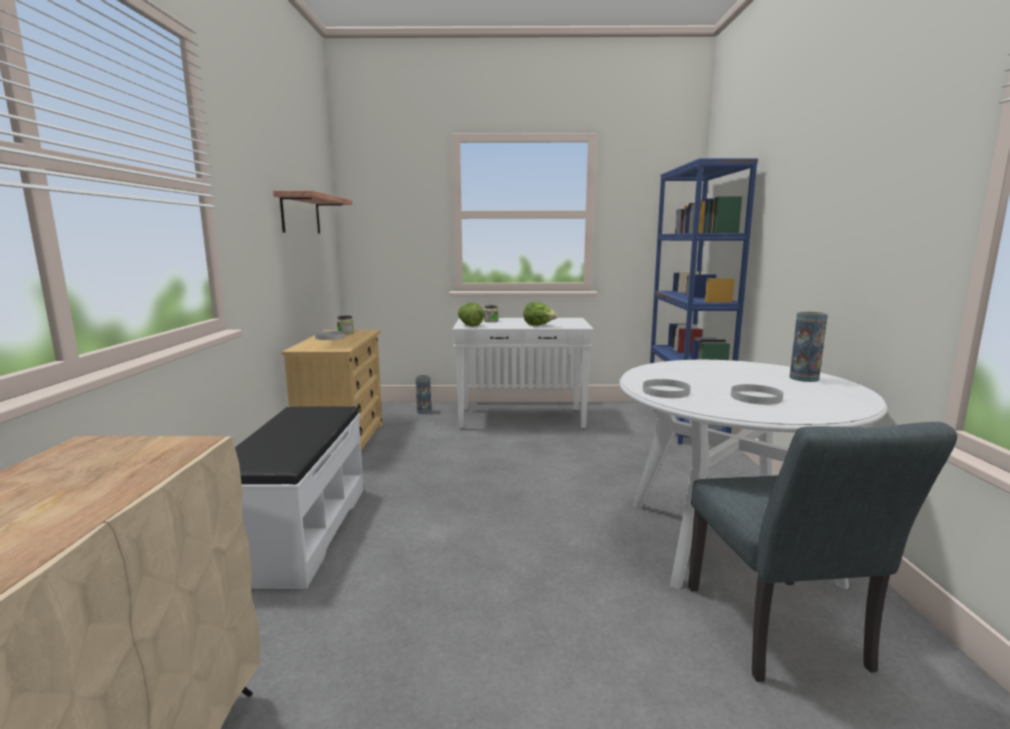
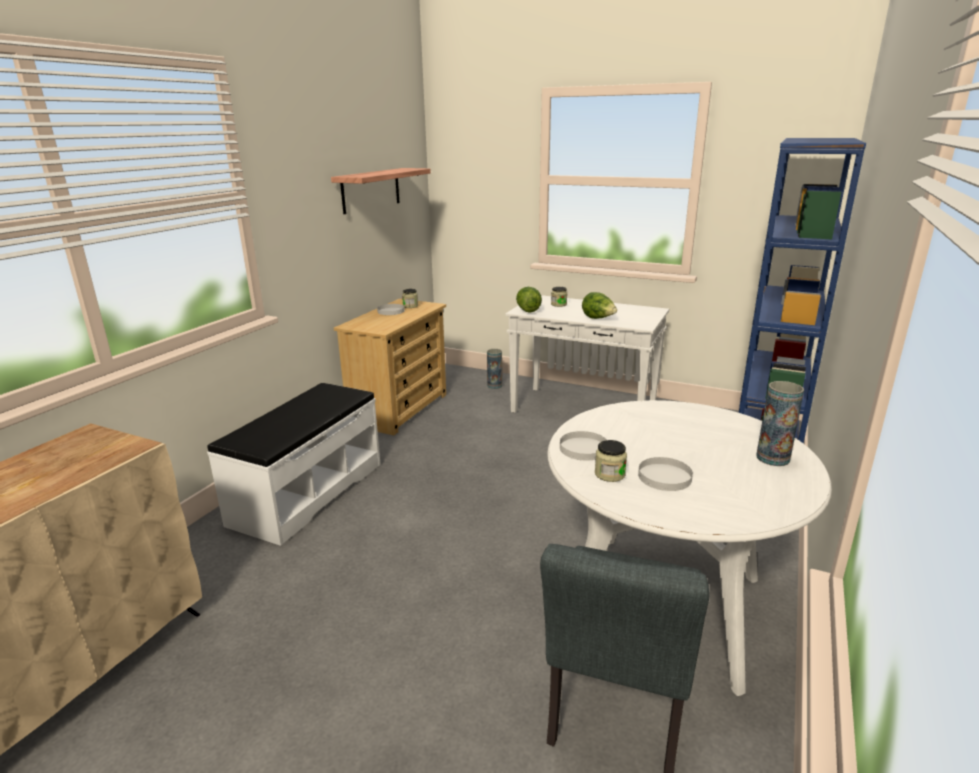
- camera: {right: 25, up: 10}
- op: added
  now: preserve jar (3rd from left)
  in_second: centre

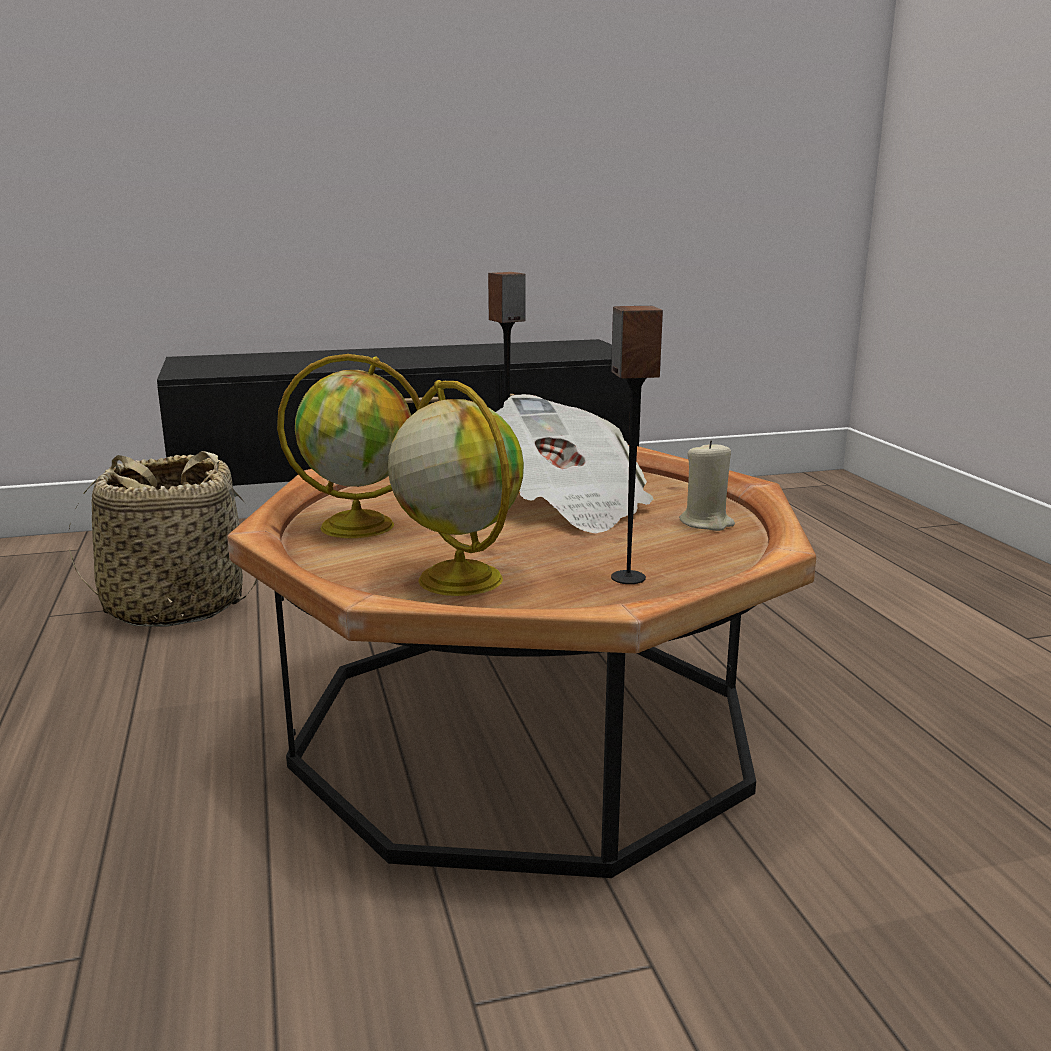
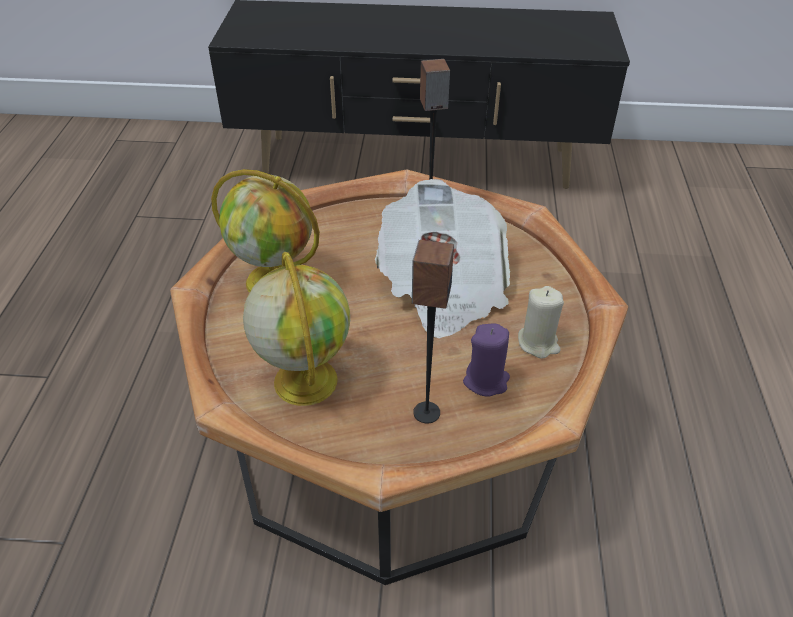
- camera: {right: 20, up: 25}
- op: removed
  was: household basket
  in_first: middle left
- op: added
  now: wax candle in purple
  in_second: centre

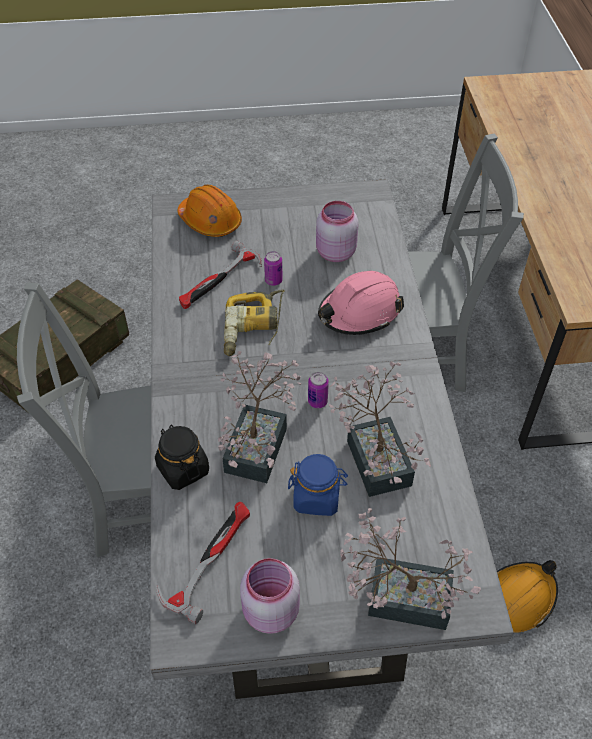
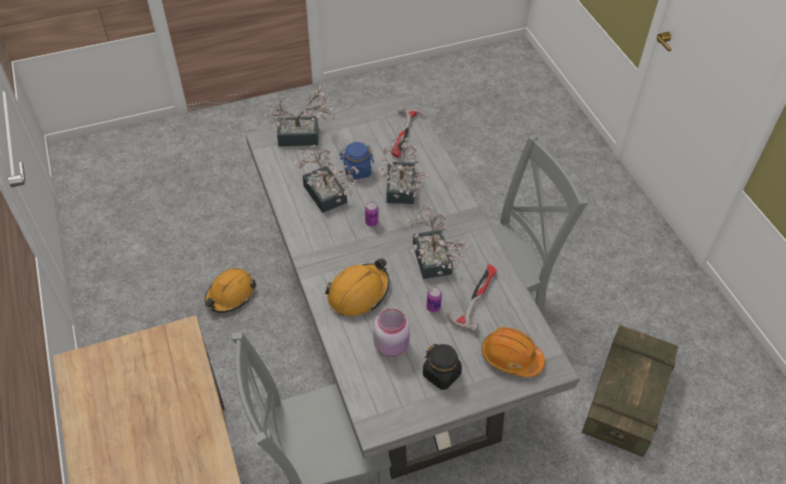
- camera: {right: 165, up: 0}
- op: recoloured
  was: safety helmet in pink-coloured
  now: safety helmet in orangey (2nd from left)
  in_first: centre
  in_second: centre
- op: replaced
  was: drill
  now: plant in a pot (4th from left)
  in_first: centre
  in_second: centre
- op: moved
  was: preserve jar in black-coloured
  in_first: middle left
  in_second: bottom centre
- op: removed
  was: preserve jar in pink-coloured (1st from left)
  in_first: bottom centre

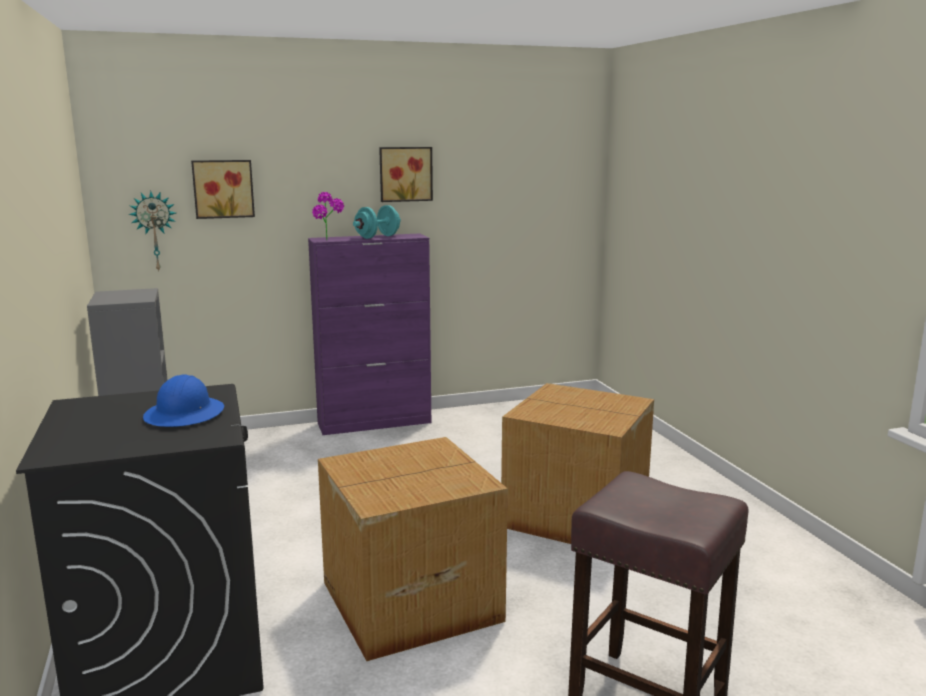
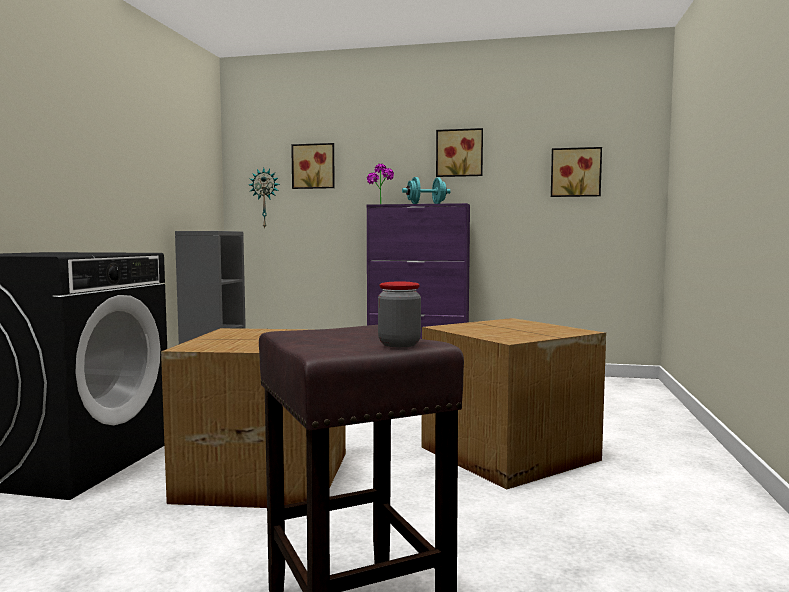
- camera: {right: 30, up: -10}
- op: removed
  was: safety helmet in blue-coloured
  in_first: middle left
- op: added
  now: wall picture (3rd from left)
  in_second: top right
- op: added
  now: preserve jar
  in_second: centre

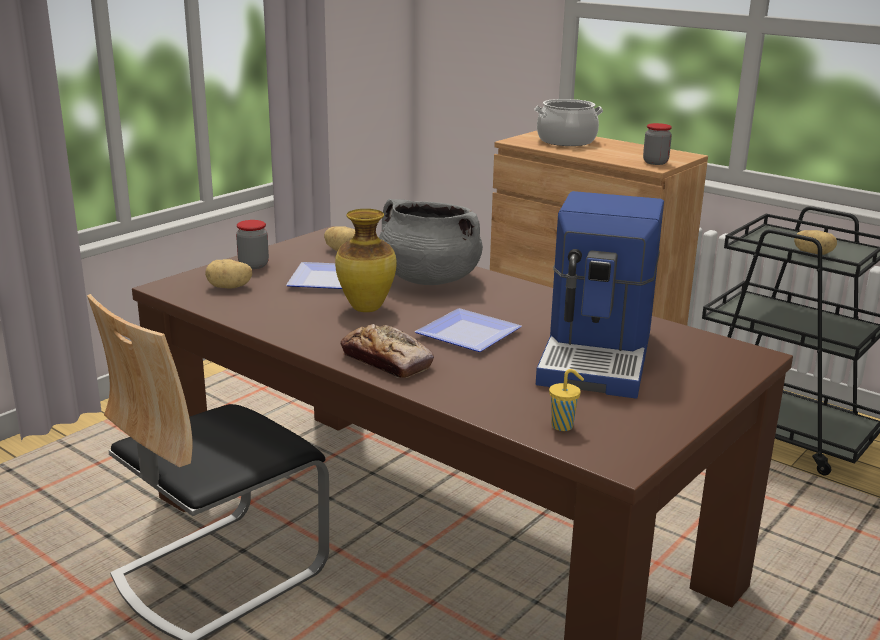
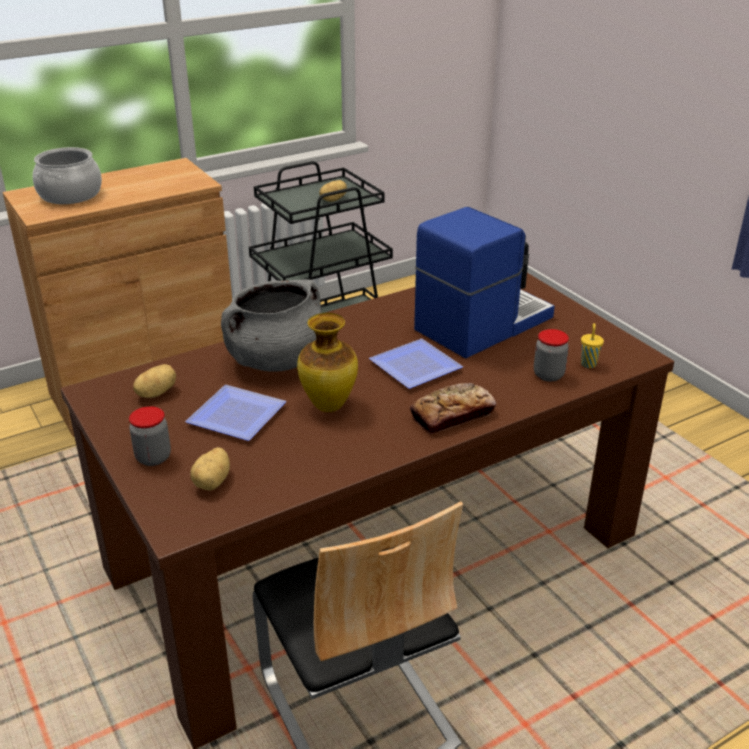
- camera: {right: -70, up: 10}
- op: moved
  was: preserve jar (2nd from left)
  in_first: top right
  in_second: middle right
- op: turned
  was: coffee maker
  in_first: middle right
  in_second: centre
  clockwise: -75

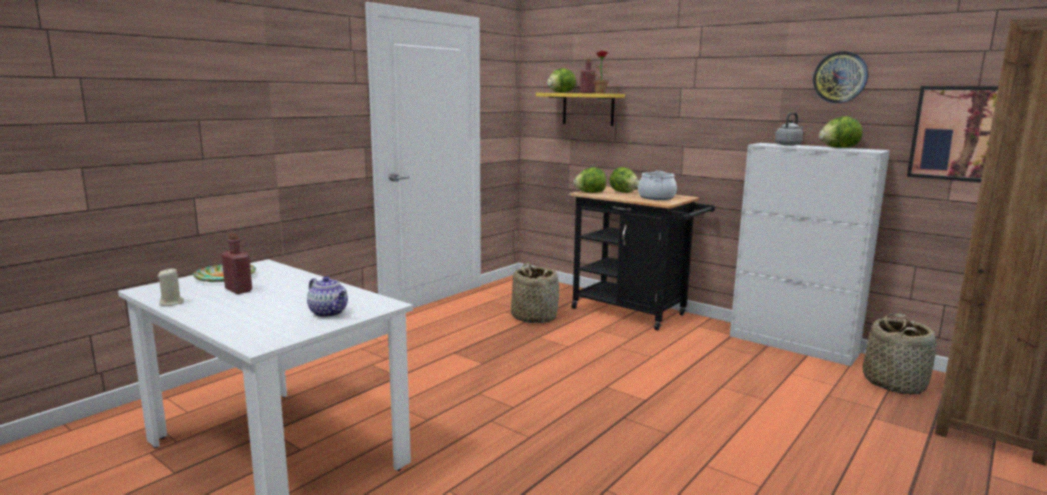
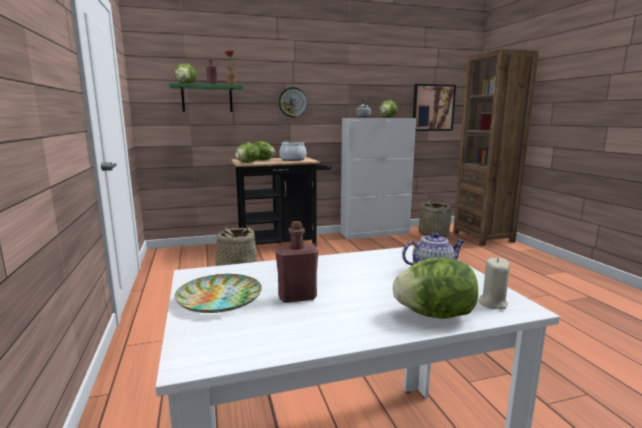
- camera: {right: -55, up: 0}
- op: moved
  was: hanging clock
  in_first: top right
  in_second: top centre
- op: recoloured
  was: bracket shelf in yellow-coloured
  now: bracket shelf in green-coloured
  in_first: top centre
  in_second: top left
- op: moved
  was: wax candle in sand-coloured
  in_first: middle left
  in_second: middle right
- op: added
  now: lettuce head (5th from left)
  in_second: bottom right

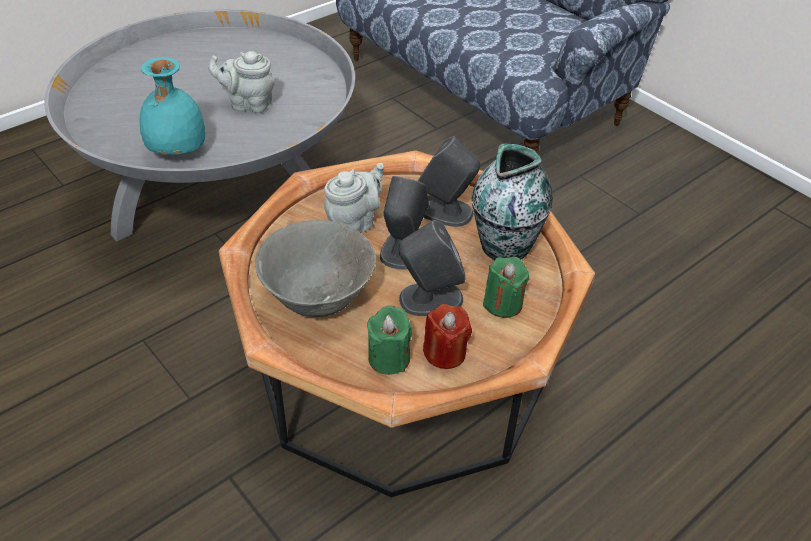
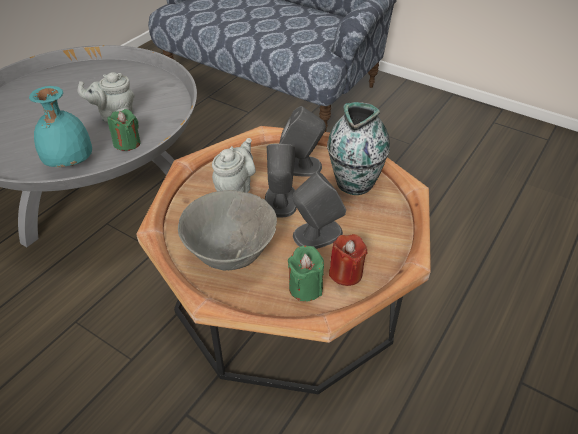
- camera: {right: -15, up: 0}
- op: moved
  was: wax candle in green-coloured (2nd from left in the first image)
  now: wax candle in green-coloured (1st from left)
  in_first: centre
  in_second: top left

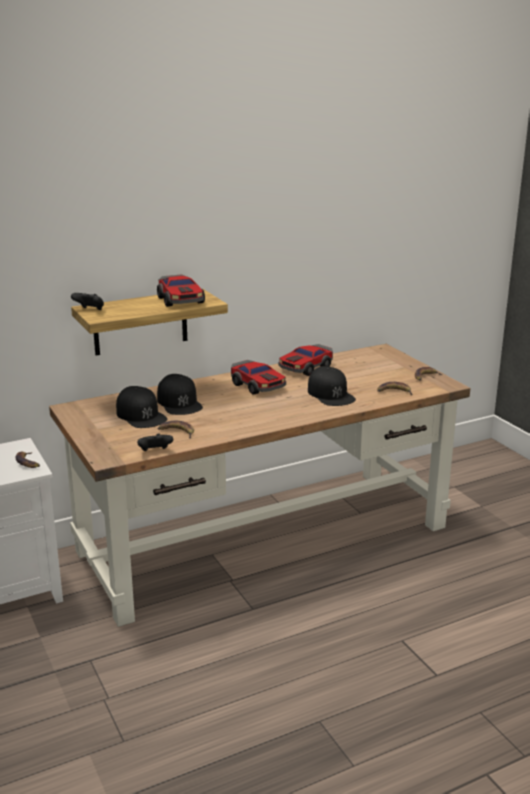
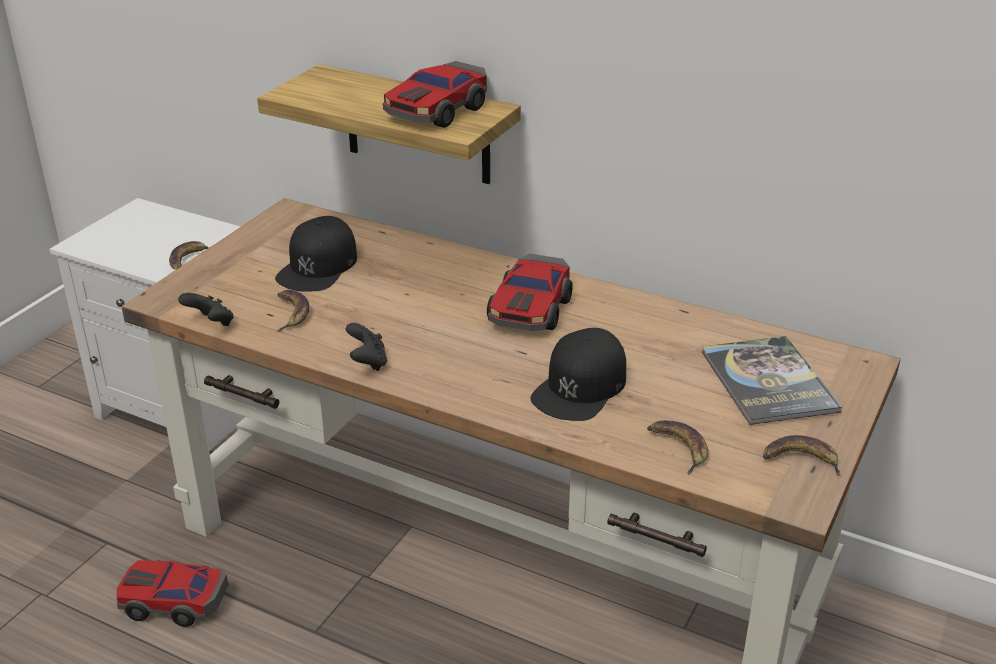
- camera: {right: 55, up: 10}
- op: moved
  was: joypad in black-coloured (1st from left in the first image)
  now: joypad in black-coloured (2nd from left)
  in_first: middle left
  in_second: centre
- op: moved
  was: model car (3rd from left in the first image)
  now: model car (1st from left)
  in_first: centre
  in_second: bottom left
- op: removed
  was: peaked cap in black-coloured (2nd from left)
  in_first: centre
- op: added
  now: volume
  in_second: middle right

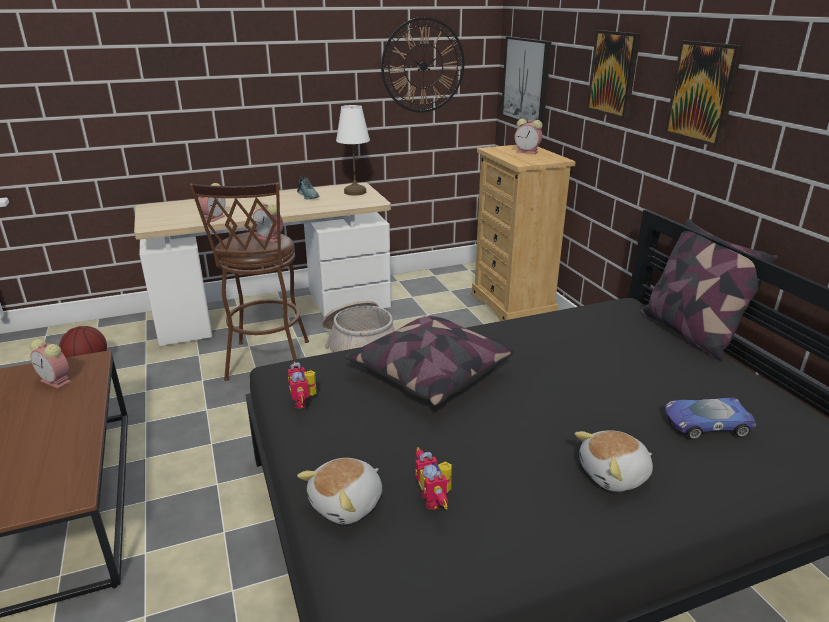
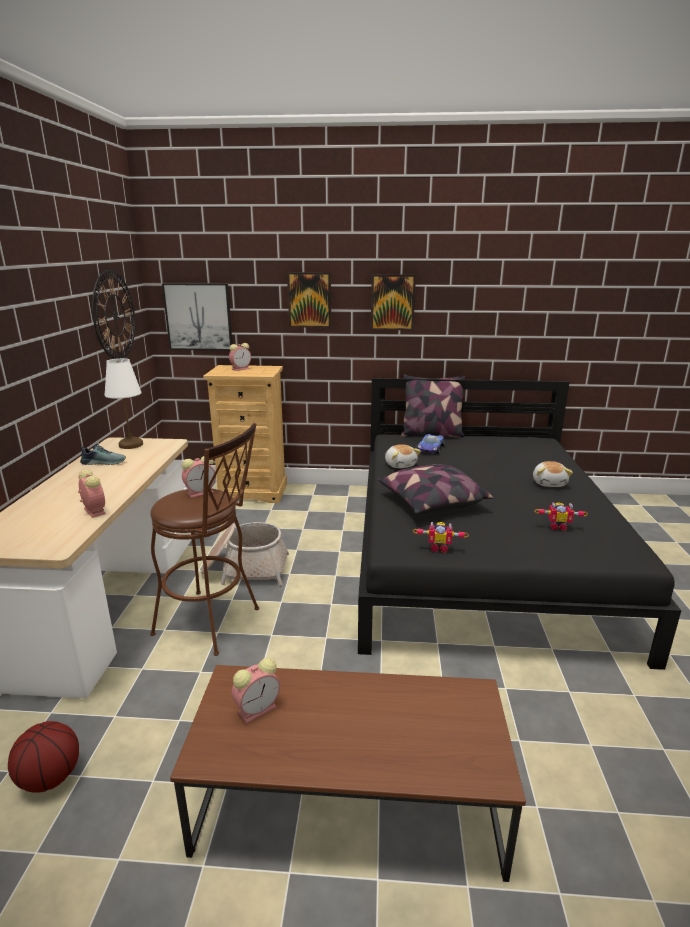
- camera: {right: -65, up: -5}
- op: moved
  was: model car
  in_first: bottom right
  in_second: centre
- op: moved
  was: plush toy (1st from left)
  in_first: bottom centre
  in_second: centre

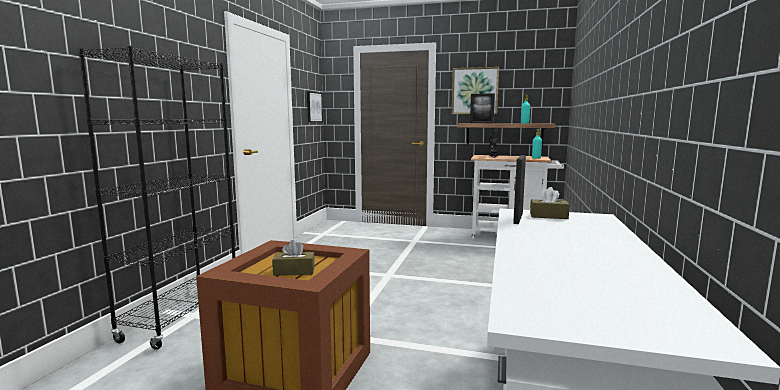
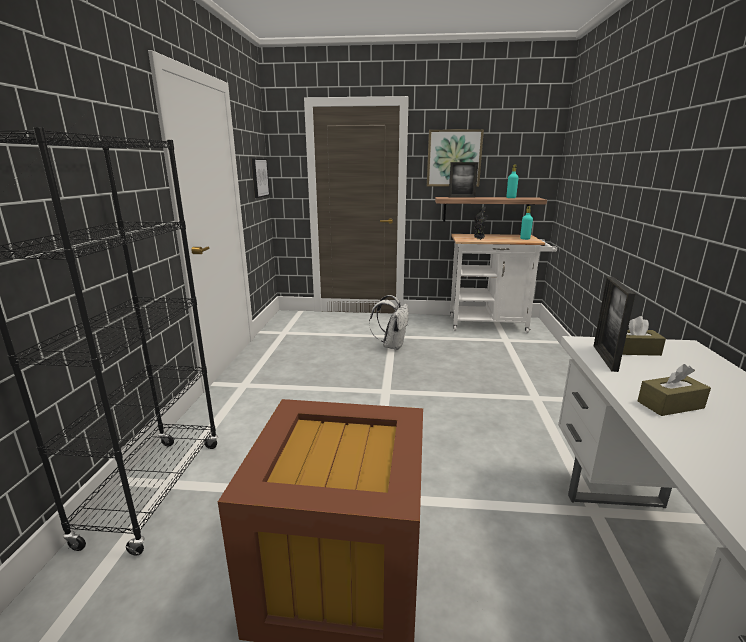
- camera: {right: -10, up: 10}
- op: moved
  was: tissue holder in brown (1st from left in the first image)
  now: tissue holder in brown (2nd from left)
  in_first: centre
  in_second: middle right
- op: added
  now: rucksack in whitish
  in_second: centre

